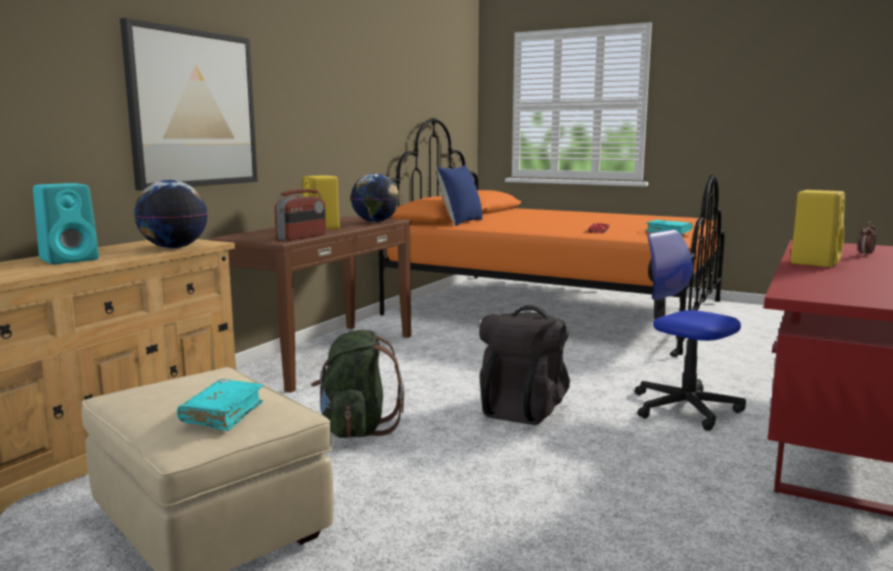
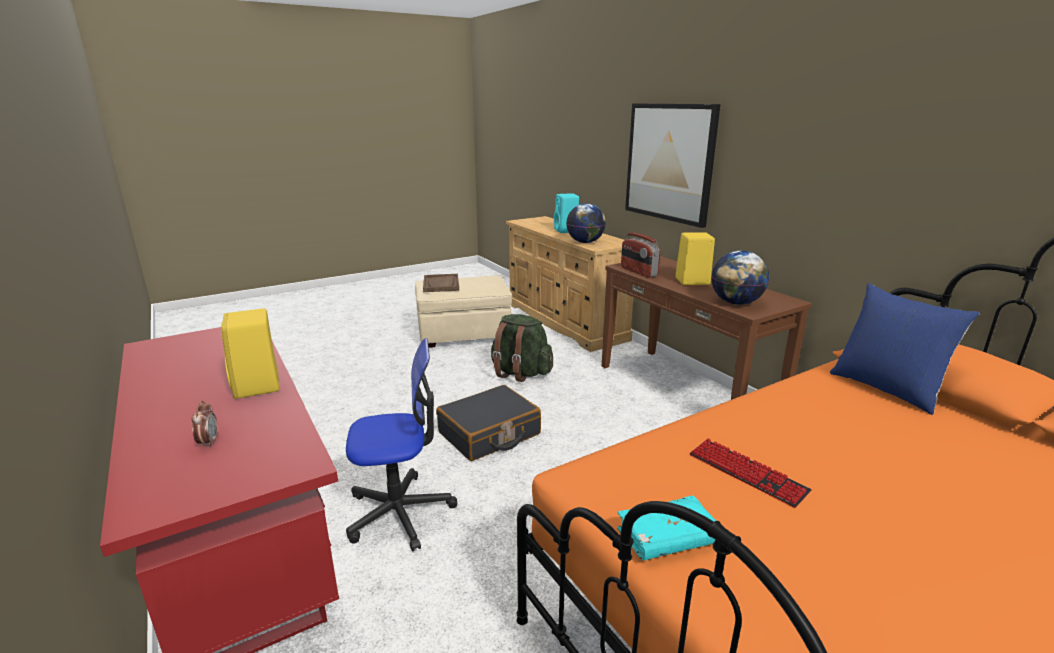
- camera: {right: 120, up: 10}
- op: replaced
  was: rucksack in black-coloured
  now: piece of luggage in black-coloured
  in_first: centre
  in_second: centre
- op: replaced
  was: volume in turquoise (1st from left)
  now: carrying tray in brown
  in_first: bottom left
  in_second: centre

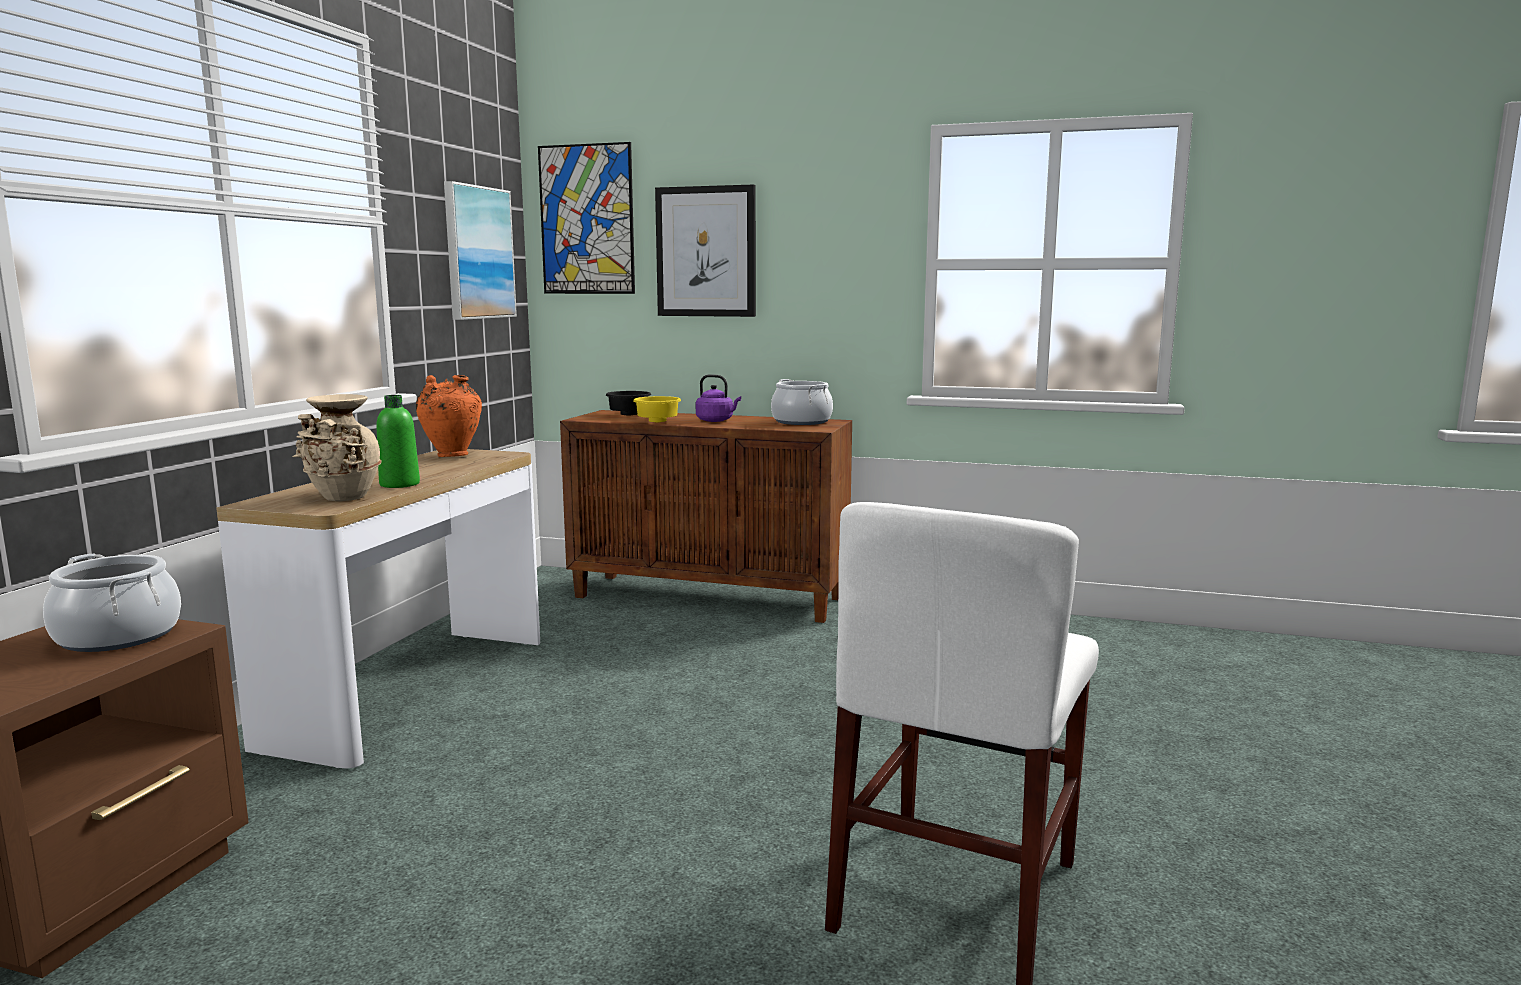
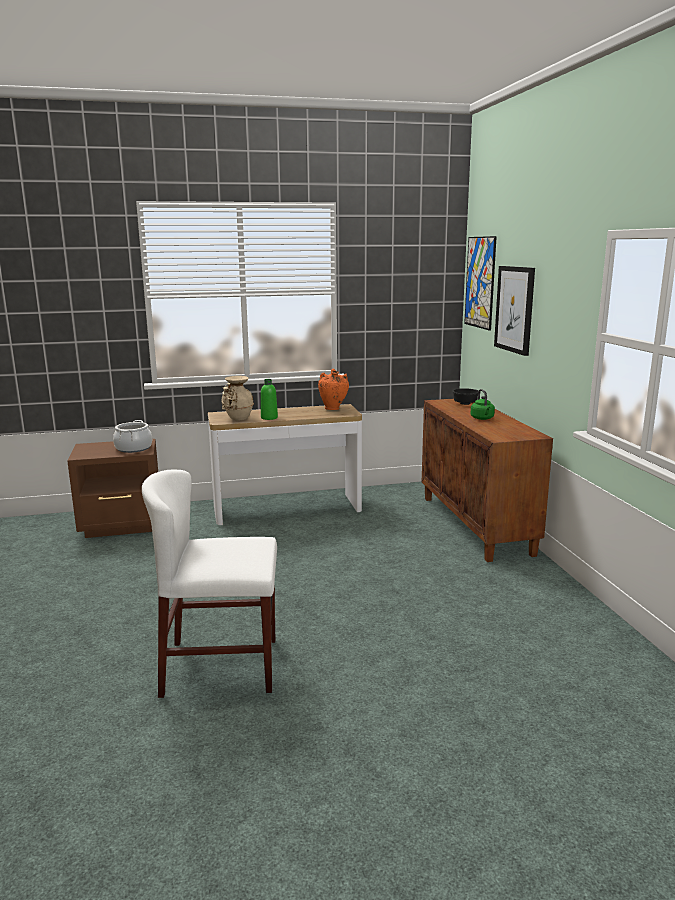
- camera: {right: 60, up: 5}
- op: removed
  was: wall picture (1st from left)
  in_first: top left
- op: recoloured
  was: tea kettle in purple
  now: tea kettle in green-coloured
  in_first: centre
  in_second: middle right
- op: removed
  was: saucepot (2nd from left)
  in_first: centre
- op: removed
  was: bowl in yellow-coloured
  in_first: centre

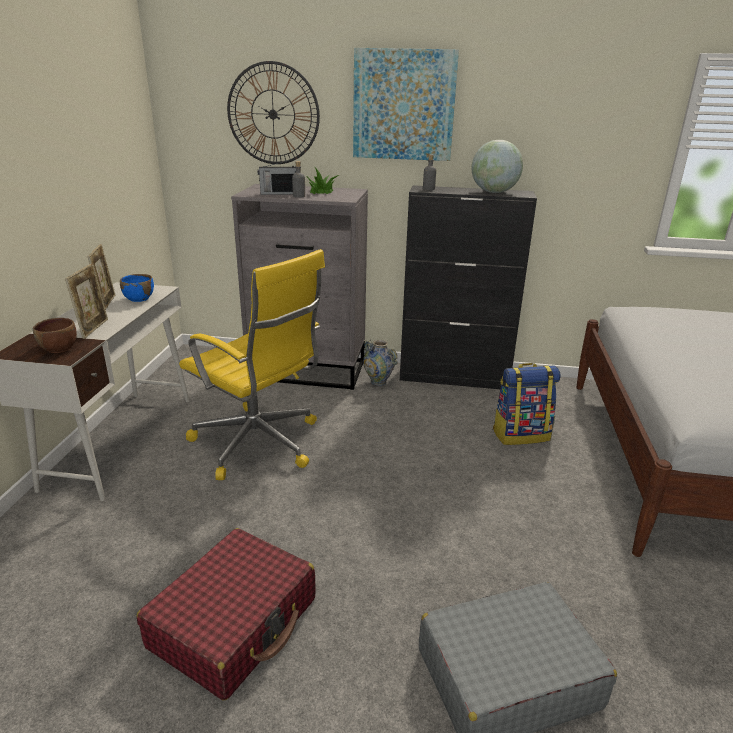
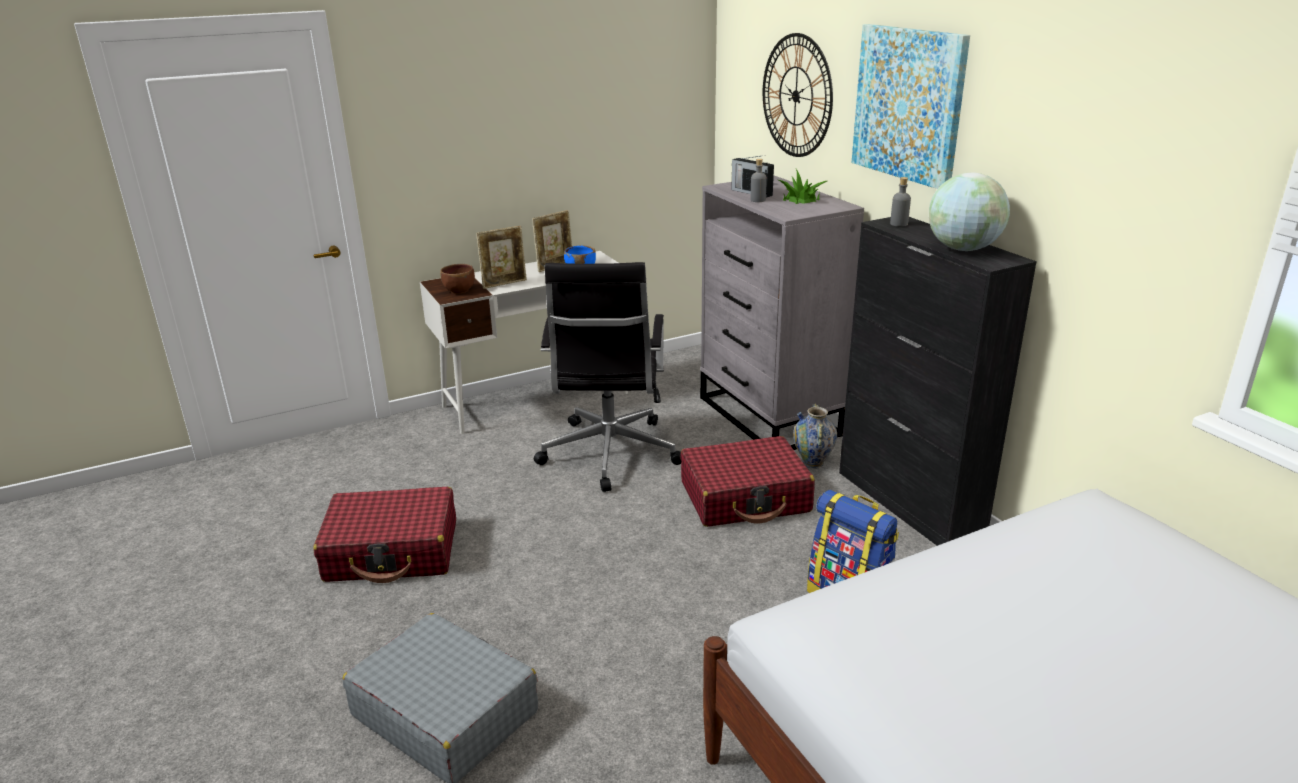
- camera: {right: 55, up: 0}
- op: recoloured
  was: desk chair in yellow-coloured
  now: desk chair in black-coloured
  in_first: centre
  in_second: centre
- op: added
  now: piece of luggage in reddish (2nd from left)
  in_second: centre

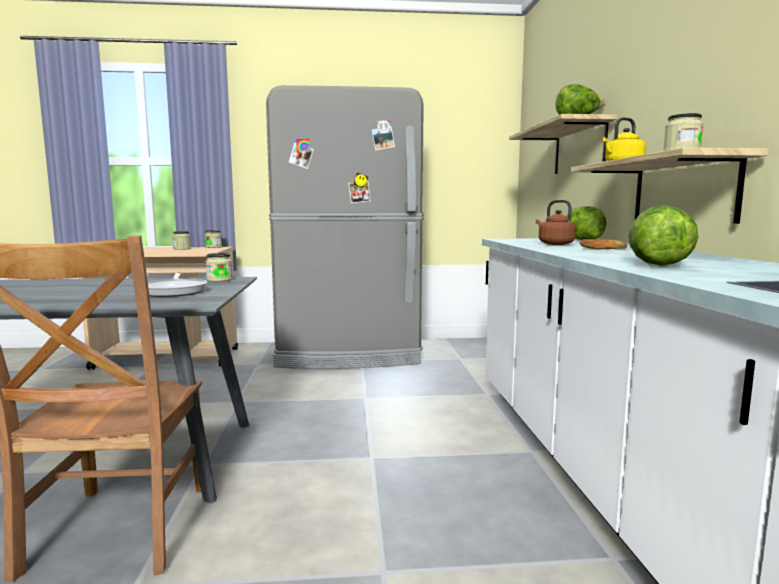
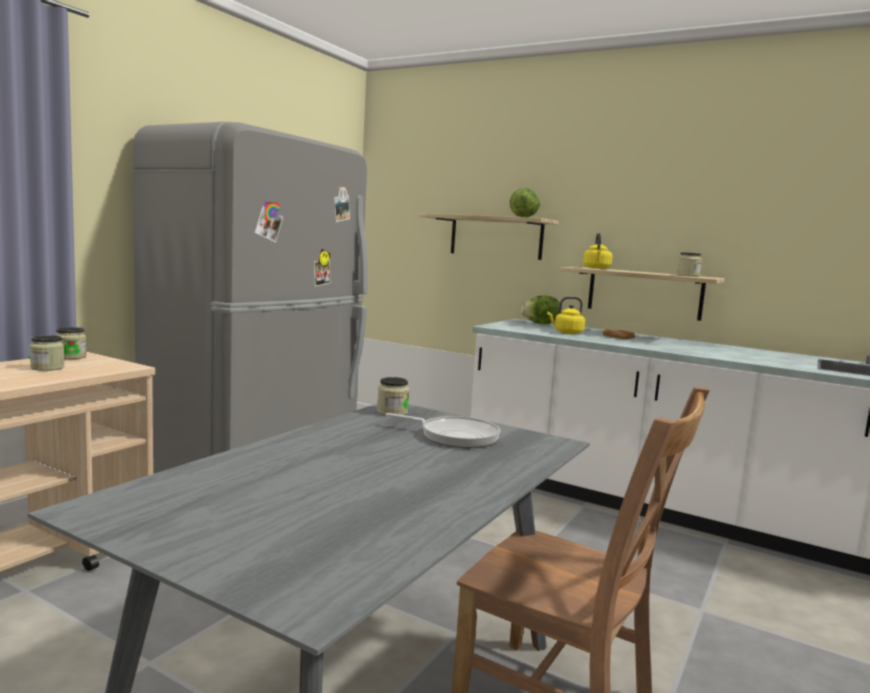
- camera: {right: -55, up: 0}
- op: recoloured
  was: tea kettle in brown
  now: tea kettle in yellow-coloured (1st from left)
  in_first: middle right
  in_second: centre
- op: removed
  was: lettuce head (3rd from left)
  in_first: middle right

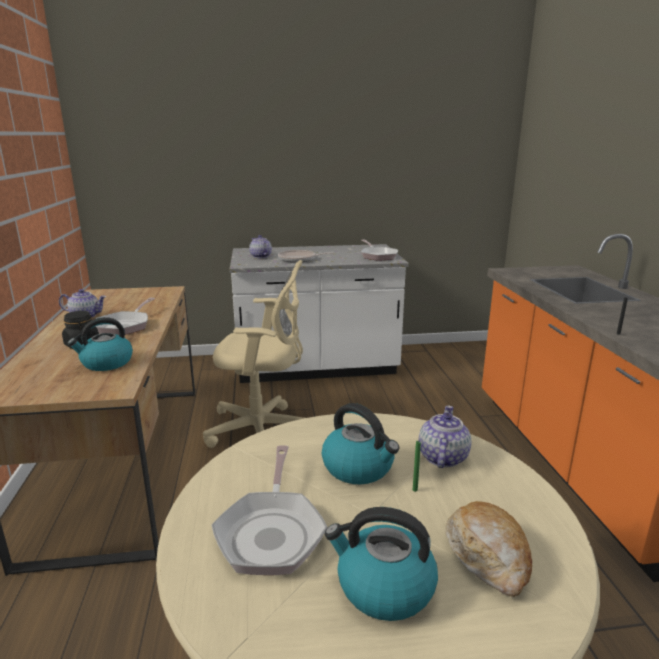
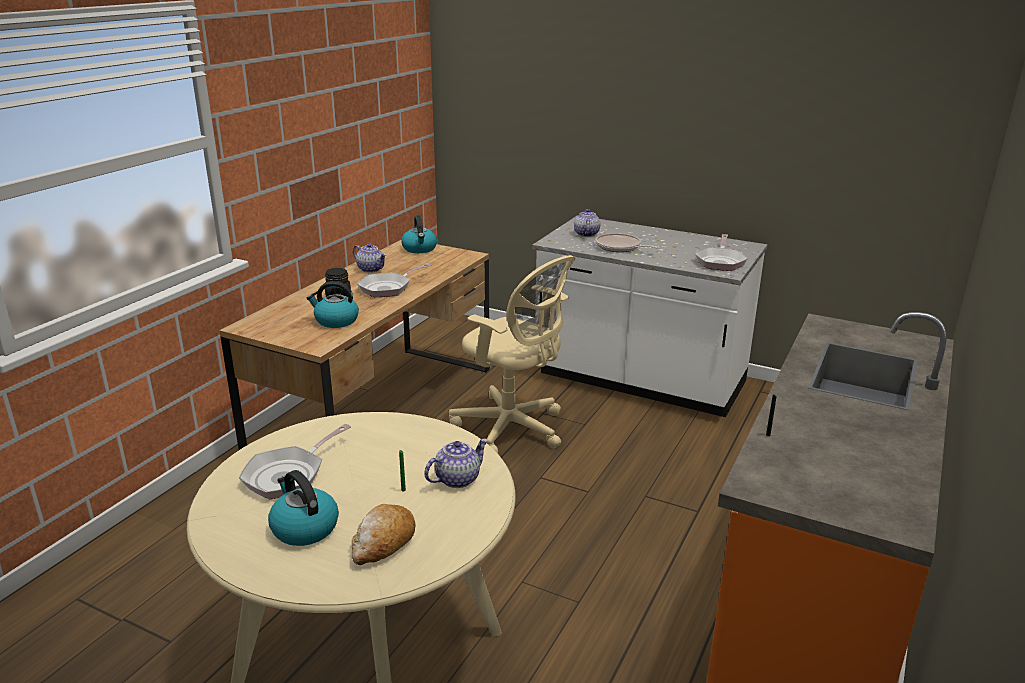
- camera: {right: 35, up: 5}
- op: moved
  was: tea kettle (2nd from left in the first image)
  now: tea kettle (3rd from left)
  in_first: bottom centre
  in_second: centre

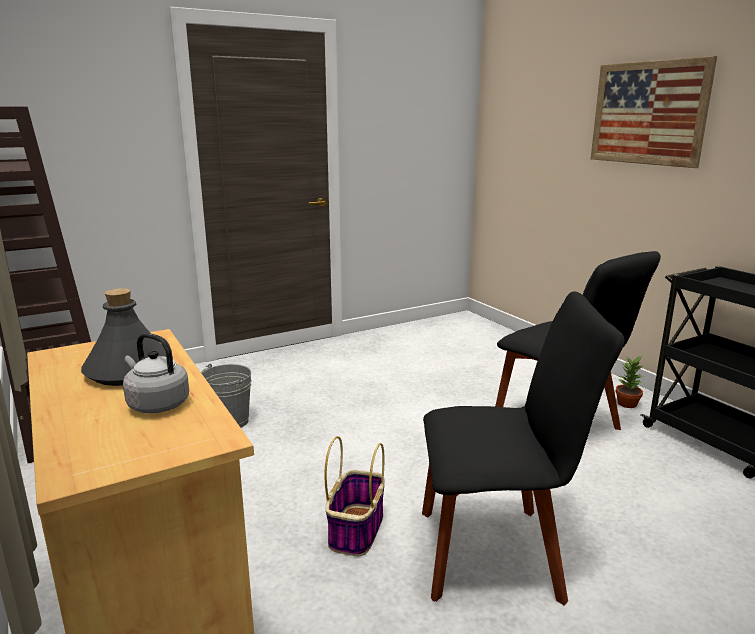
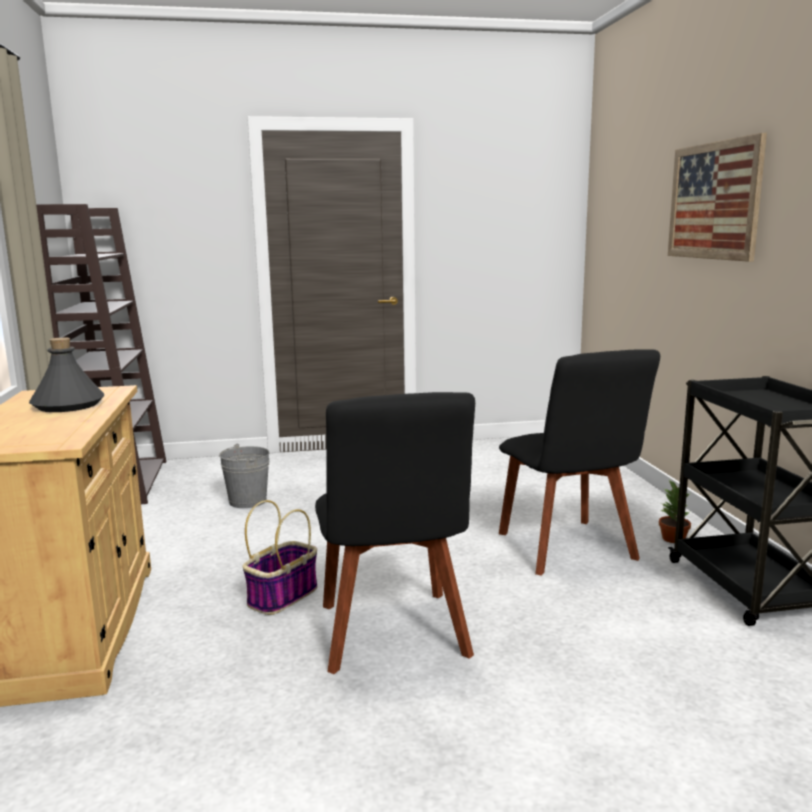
- camera: {right: 20, up: -5}
- op: turned
  was: upright chair in black-coloured (1st from left)
  in_first: bottom right
  in_second: centre
  clockwise: 60
- op: removed
  was: tea kettle in grey
  in_first: middle left

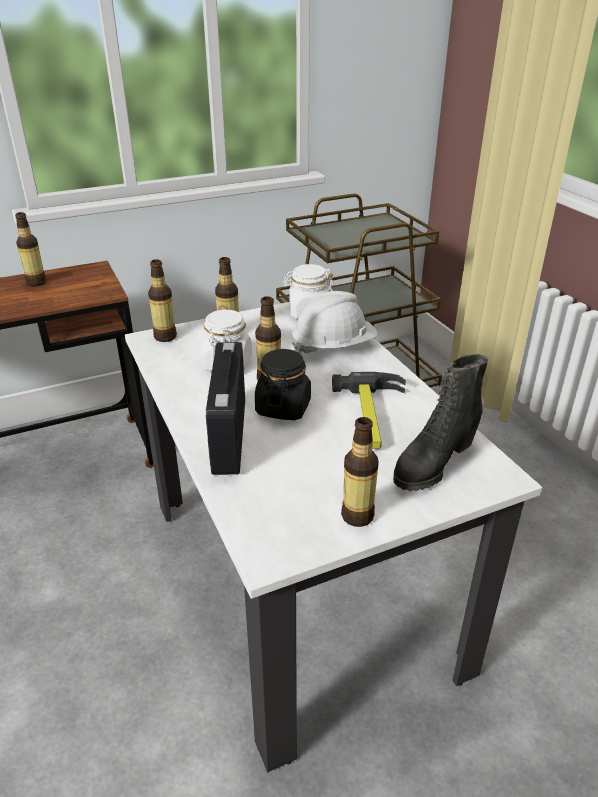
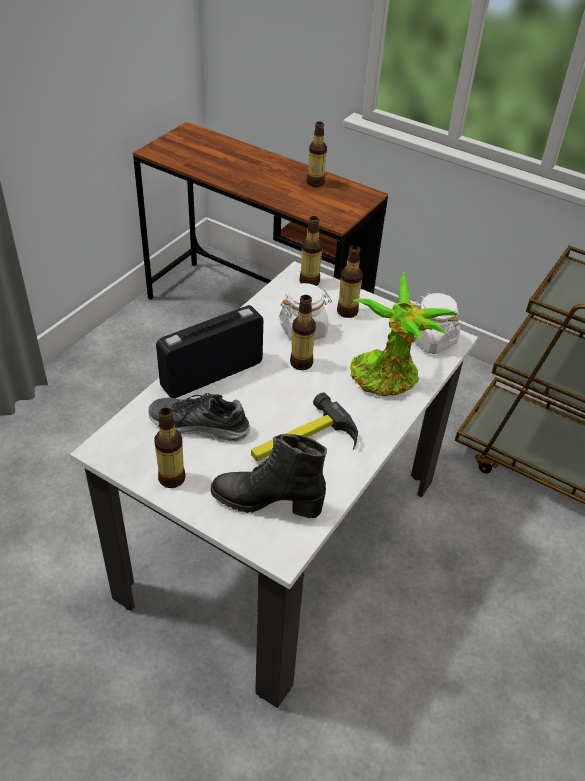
- camera: {right: 55, up: 10}
- op: replaced
  was: safety helmet in whitish
  now: plant in a pot
  in_first: centre
  in_second: middle right
- op: removed
  was: preserve jar in black-coloured
  in_first: centre
- op: added
  now: shoe
  in_second: centre

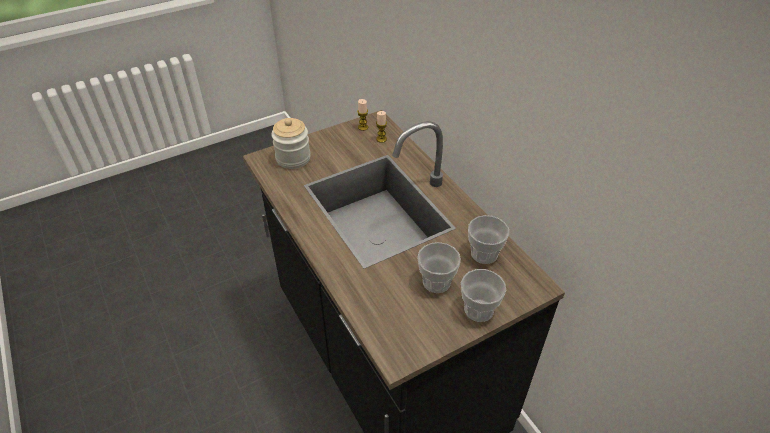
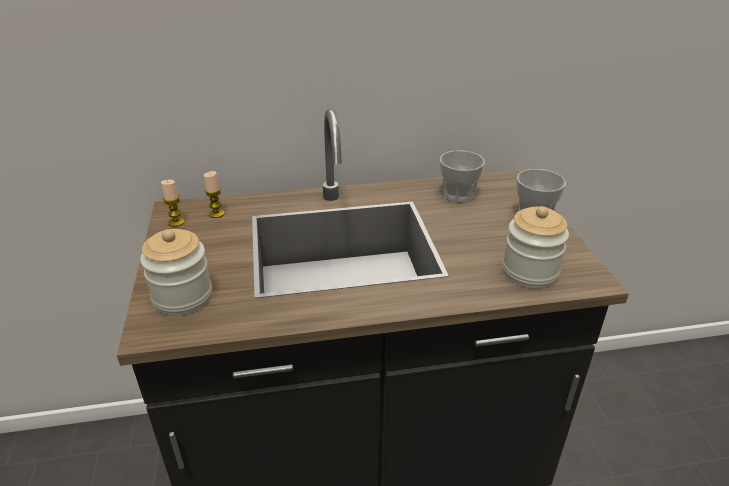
- camera: {right: -70, up: -10}
- op: removed
  was: cup (1st from left)
  in_first: centre
- op: added
  now: preserve jar (2nd from left)
  in_second: middle right

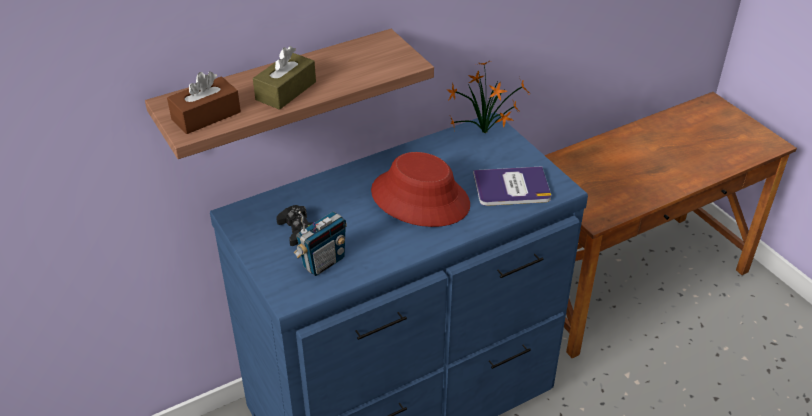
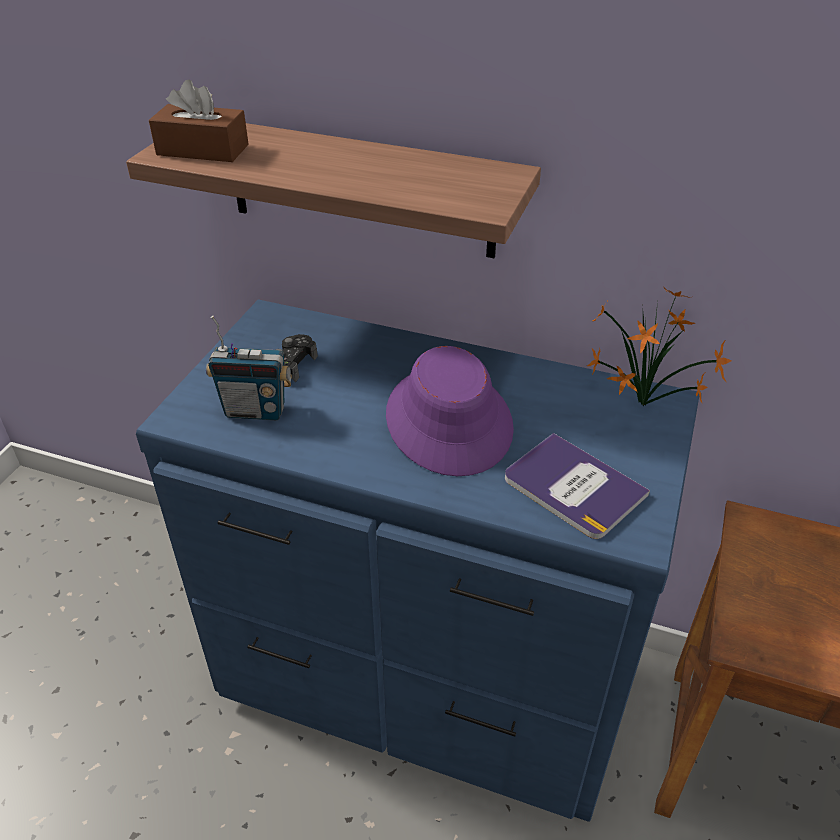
- camera: {right: 50, up: 0}
- op: removed
  was: tissue holder in brown (2nd from left)
  in_first: top centre
- op: recoloured
  was: clothing hat in reddish
  now: clothing hat in purple
  in_first: centre
  in_second: centre

